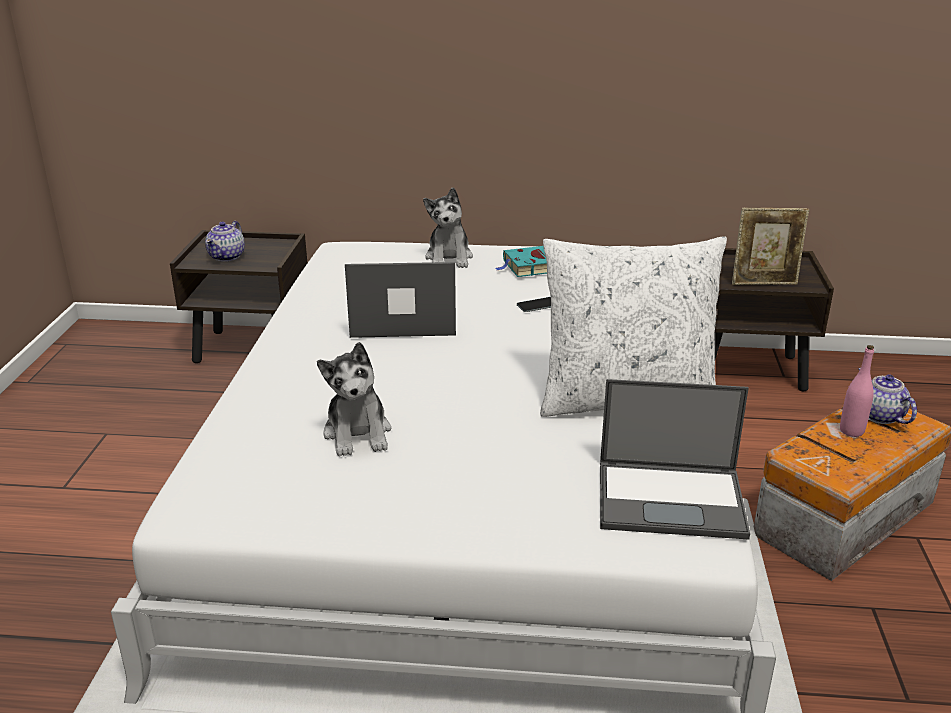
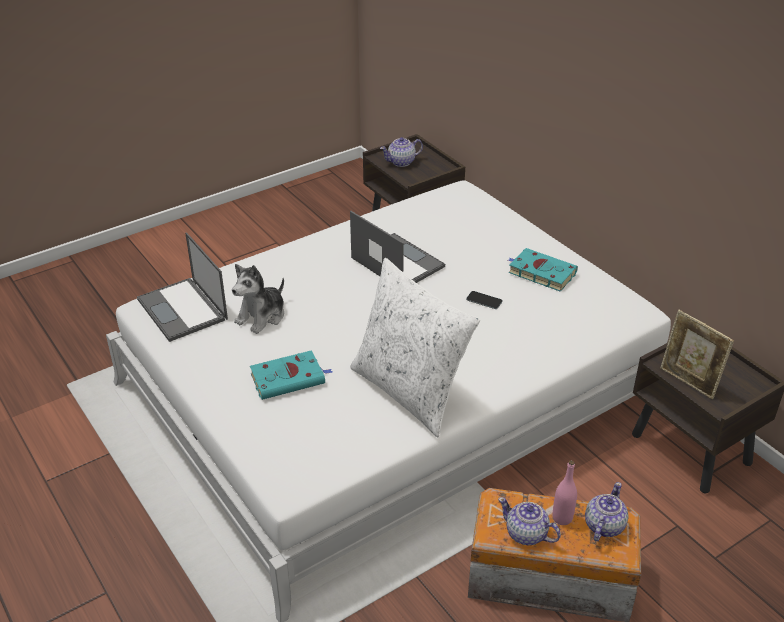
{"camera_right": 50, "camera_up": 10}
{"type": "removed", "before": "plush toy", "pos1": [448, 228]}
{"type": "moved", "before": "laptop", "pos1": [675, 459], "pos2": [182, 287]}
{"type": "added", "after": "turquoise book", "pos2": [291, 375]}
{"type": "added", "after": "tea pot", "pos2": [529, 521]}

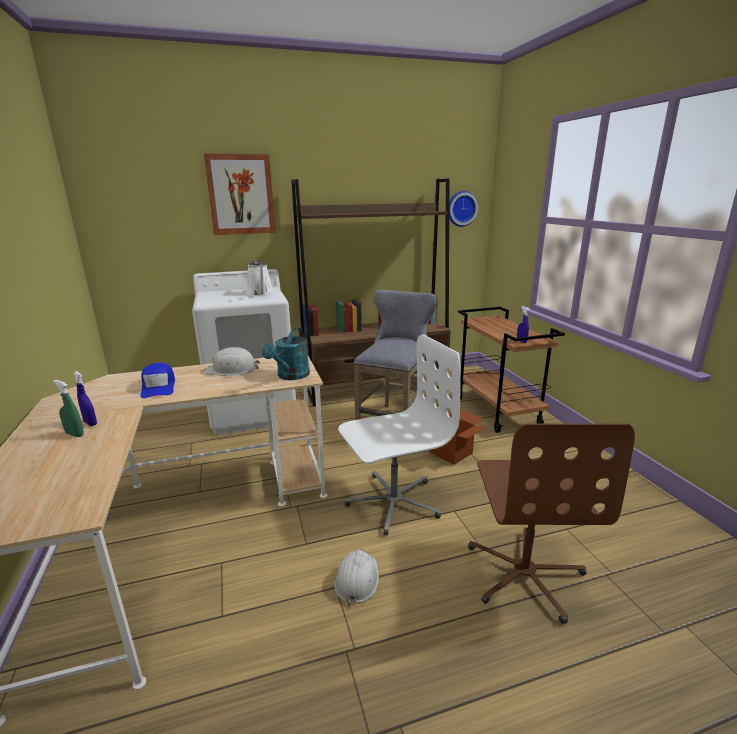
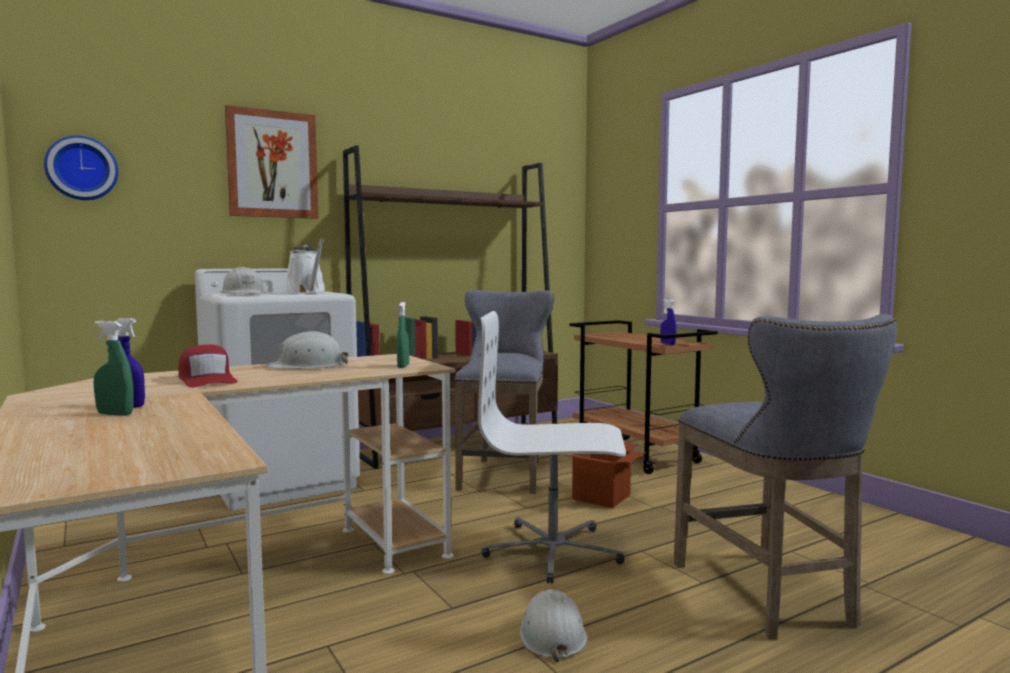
{"camera_right": -15, "camera_up": -15}
{"type": "recoloured", "before": "bluish baseball cap", "after": "reddish baseball cap", "pos1": [157, 380], "pos2": [208, 365]}
{"type": "replaced", "before": "turquoise watering can", "after": "green sprayer", "pos1": [286, 353], "pos2": [403, 335]}
{"type": "turned", "before": "whitish desk chair", "pos1": [399, 434], "pos2": [552, 447], "turn": -135}
{"type": "moved", "before": "hanging clock", "pos1": [463, 209], "pos2": [81, 168]}
{"type": "replaced", "before": "brown desk chair", "after": "gray sitting stool", "pos1": [551, 523], "pos2": [785, 477]}
{"type": "added", "after": "whitish work helmet", "pos2": [243, 280]}

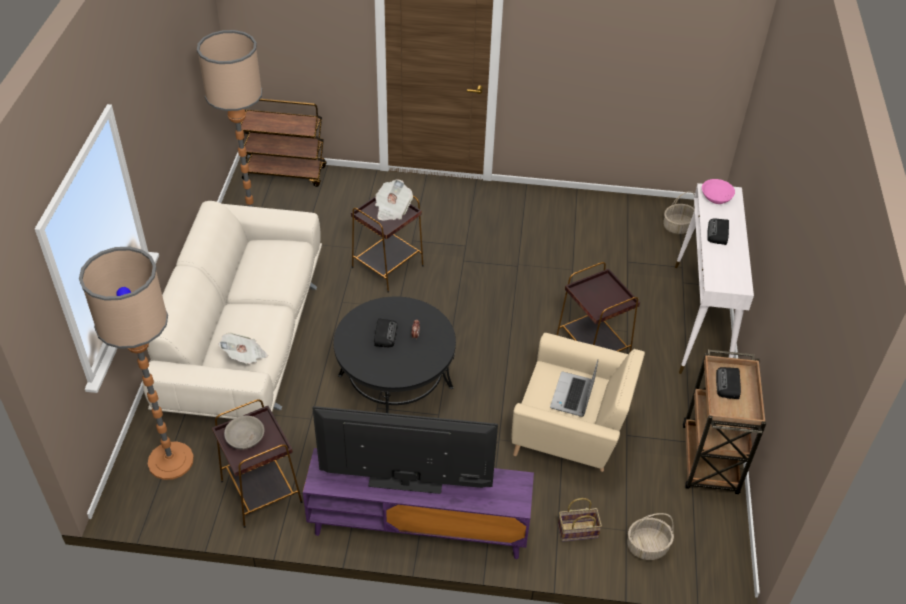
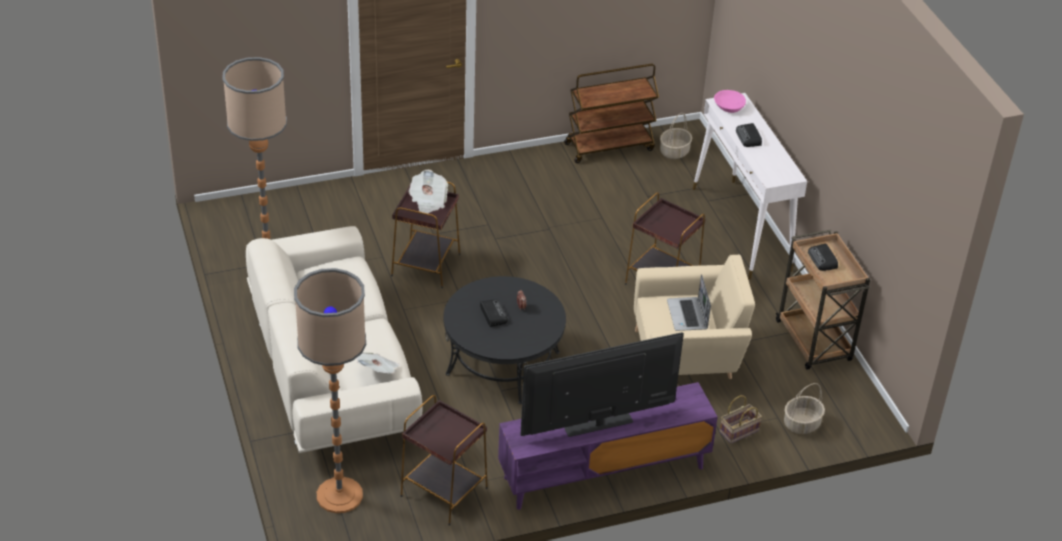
{"camera_right": -25, "camera_up": -5}
{"type": "removed", "before": "gray bowl", "pos1": [244, 433]}
{"type": "moved", "before": "brown trolley", "pos1": [283, 143], "pos2": [611, 113]}

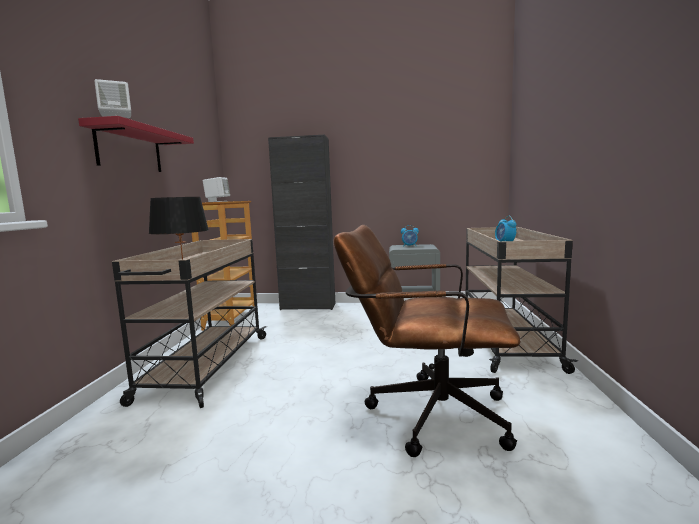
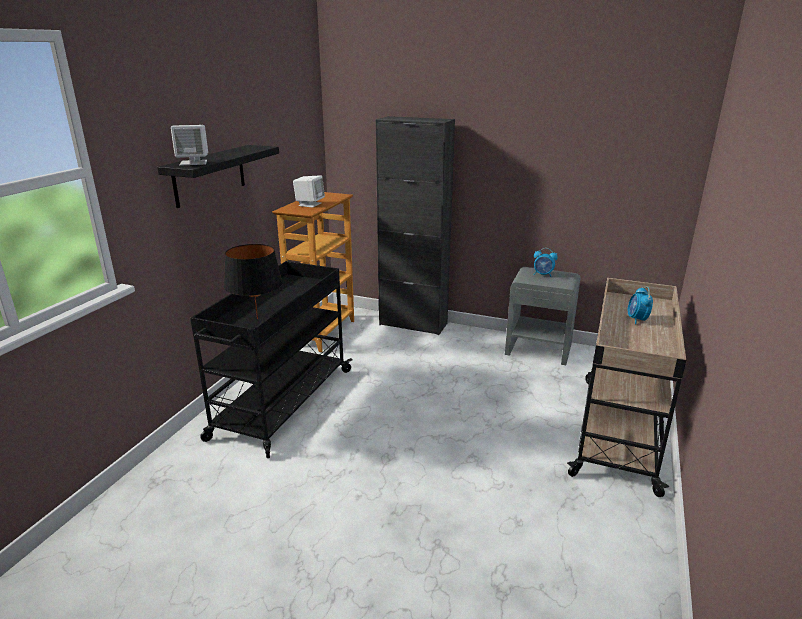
{"camera_right": 15, "camera_up": 15}
{"type": "recoloured", "before": "reddish shelf", "after": "blackish shelf", "pos1": [136, 144], "pos2": [218, 176]}
{"type": "recoloured", "before": "beige trolley", "after": "blackish trolley", "pos1": [189, 323], "pos2": [271, 359]}
{"type": "removed", "before": "brown desk chair", "pos1": [427, 341]}

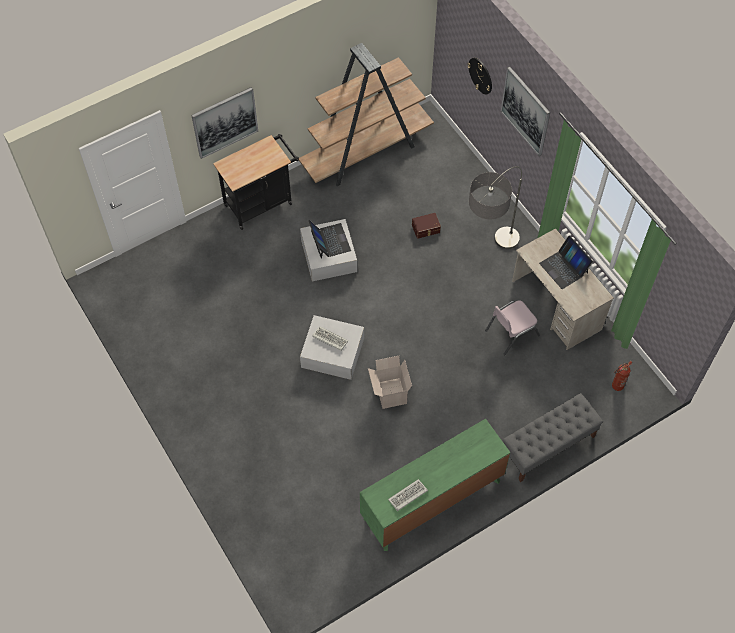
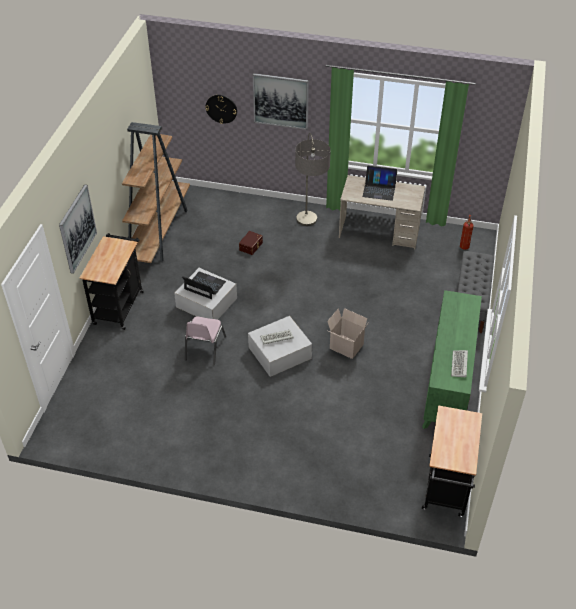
{"camera_right": -45, "camera_up": -15}
{"type": "moved", "before": "pinkish plain chair", "pos1": [512, 327], "pos2": [205, 341]}
{"type": "added", "after": "blackish trolley", "pos2": [452, 461]}

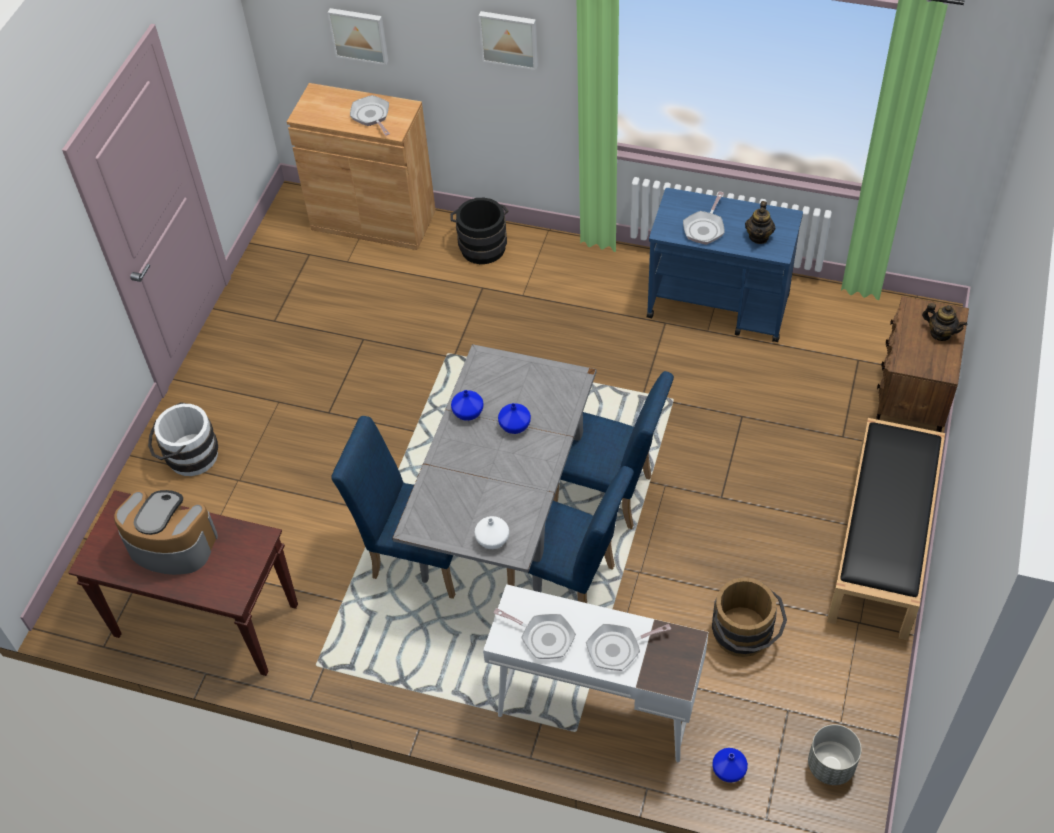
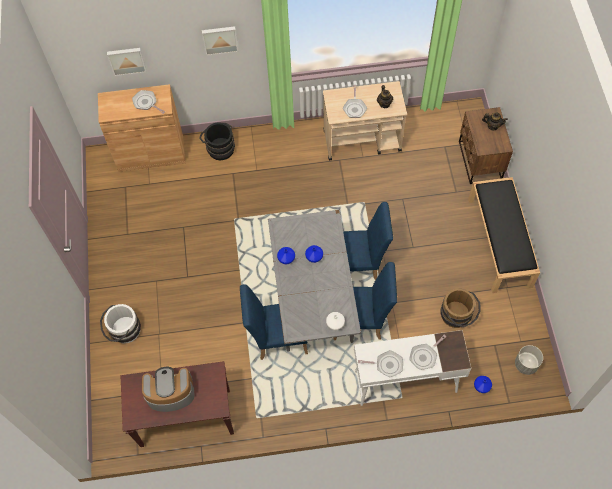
{"camera_right": -25, "camera_up": 10}
{"type": "recoloured", "before": "bluish trolley", "after": "beige trolley", "pos1": [725, 265], "pos2": [365, 120]}

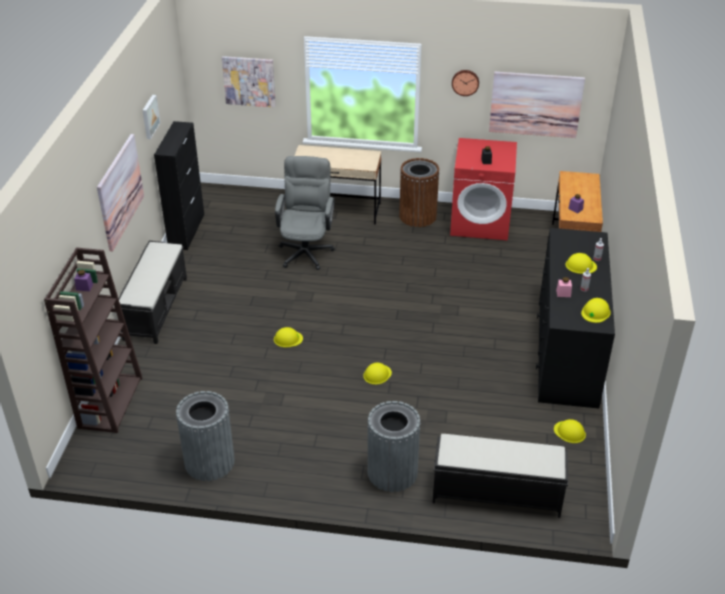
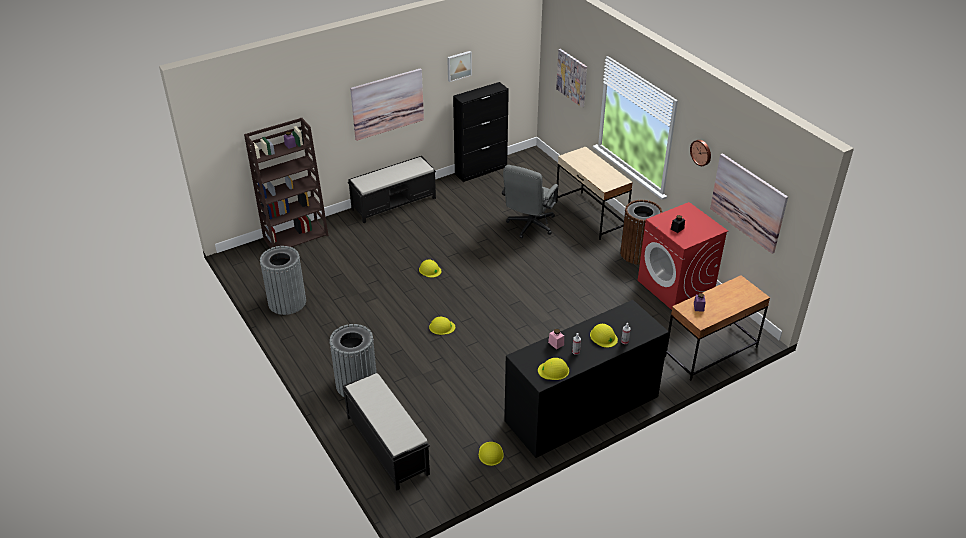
{"camera_right": 50, "camera_up": 0}
{"type": "turned", "before": "gray desk chair", "pos1": [305, 213], "pos2": [530, 201], "turn": 150}

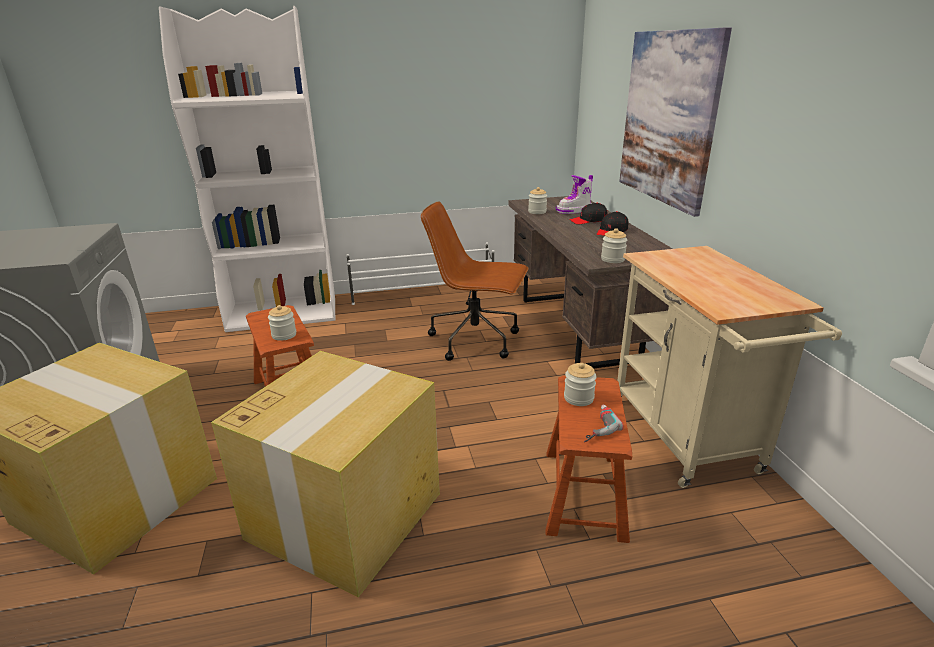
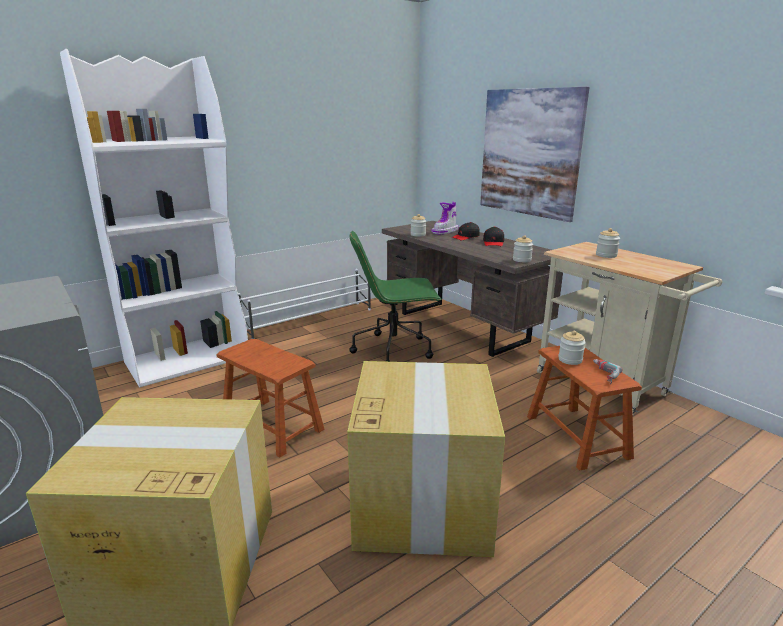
{"camera_right": -25, "camera_up": -5}
{"type": "moved", "before": "storage jar", "pos1": [282, 323], "pos2": [608, 243]}
{"type": "recoloured", "before": "brown desk chair", "after": "green desk chair", "pos1": [475, 281], "pos2": [396, 296]}

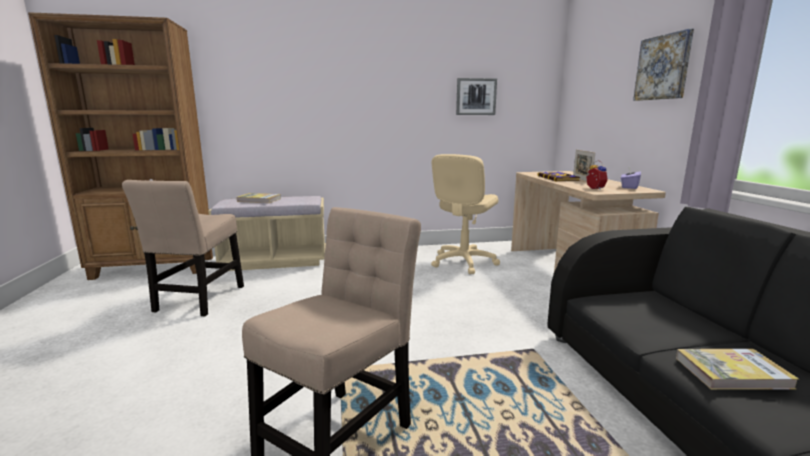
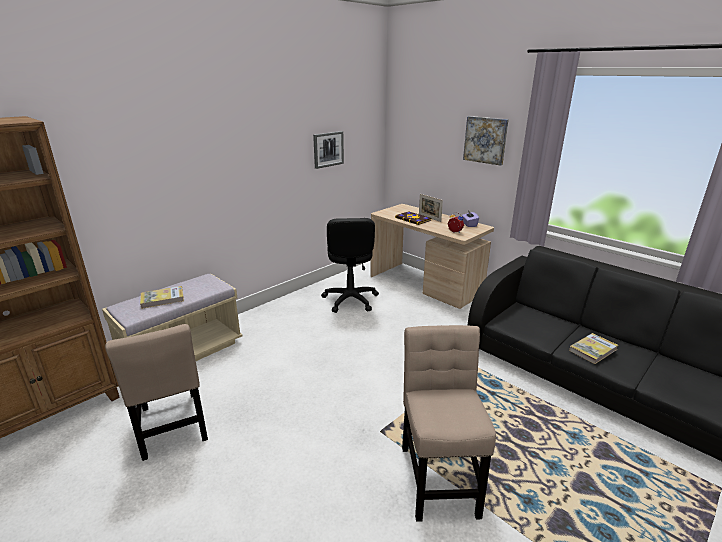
{"camera_right": -35, "camera_up": 10}
{"type": "recoloured", "before": "beige desk chair", "after": "blackish desk chair", "pos1": [465, 214], "pos2": [350, 265]}

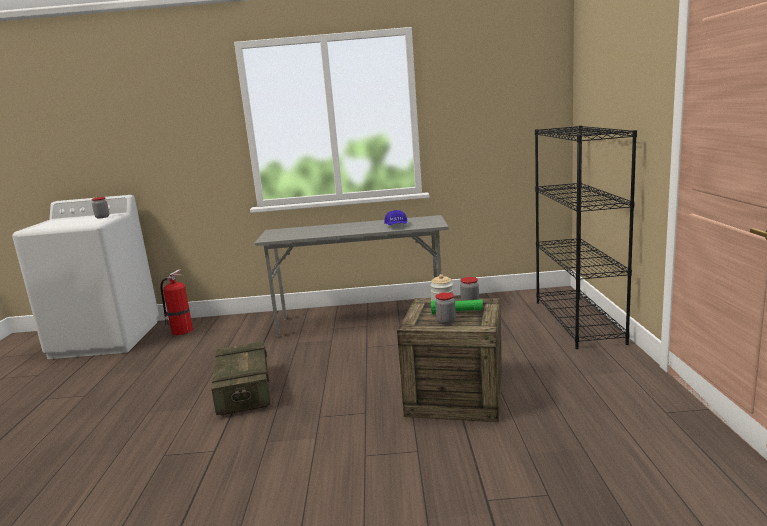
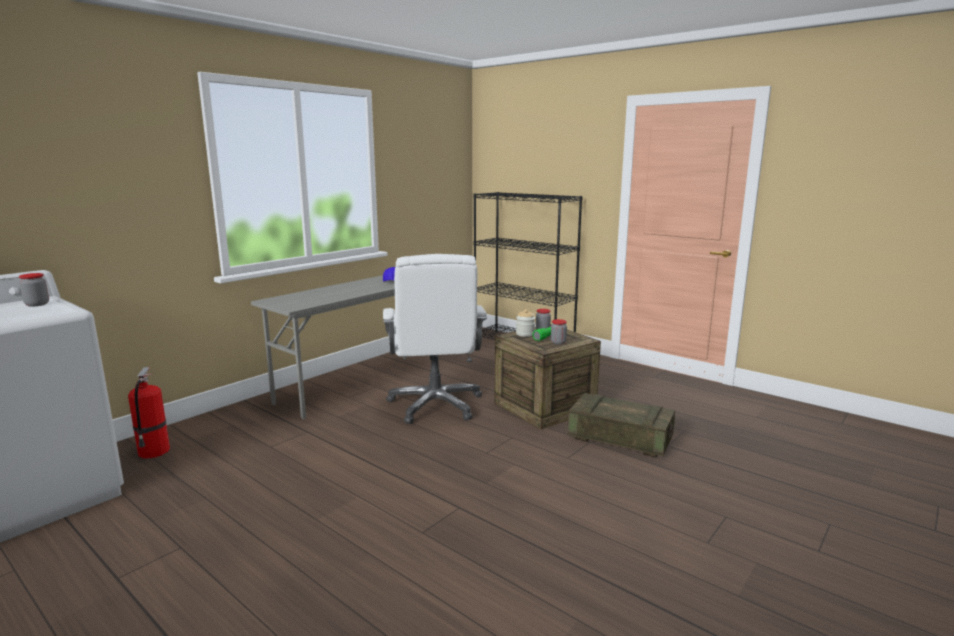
{"camera_right": -50, "camera_up": 0}
{"type": "moved", "before": "crate", "pos1": [241, 378], "pos2": [621, 425]}
{"type": "added", "after": "whitish desk chair", "pos2": [435, 339]}

